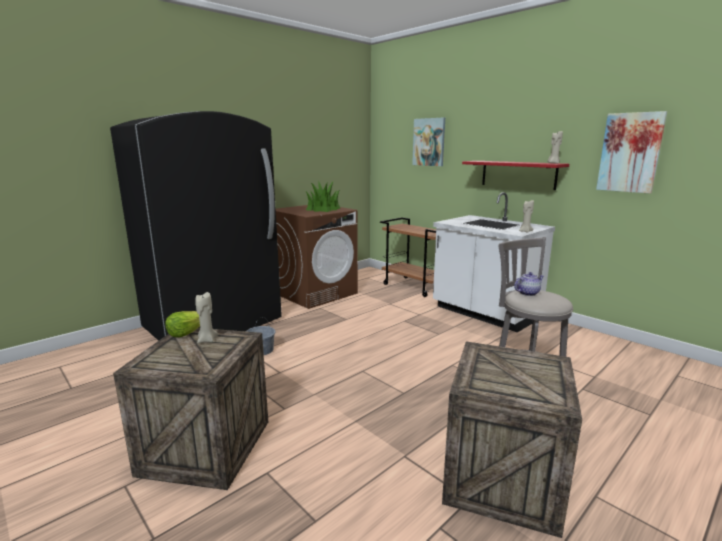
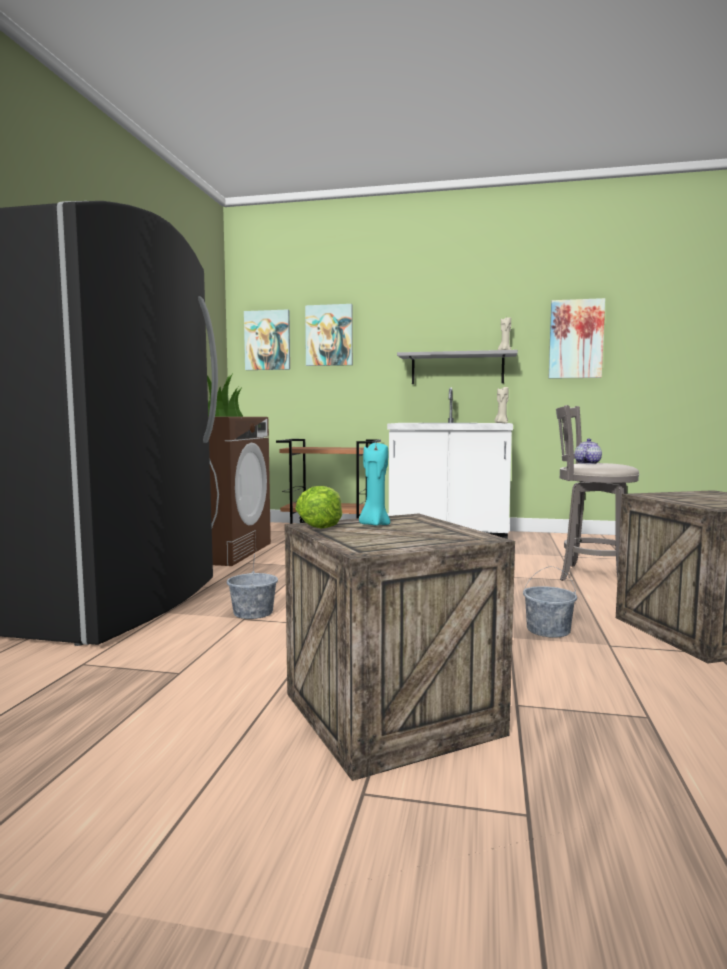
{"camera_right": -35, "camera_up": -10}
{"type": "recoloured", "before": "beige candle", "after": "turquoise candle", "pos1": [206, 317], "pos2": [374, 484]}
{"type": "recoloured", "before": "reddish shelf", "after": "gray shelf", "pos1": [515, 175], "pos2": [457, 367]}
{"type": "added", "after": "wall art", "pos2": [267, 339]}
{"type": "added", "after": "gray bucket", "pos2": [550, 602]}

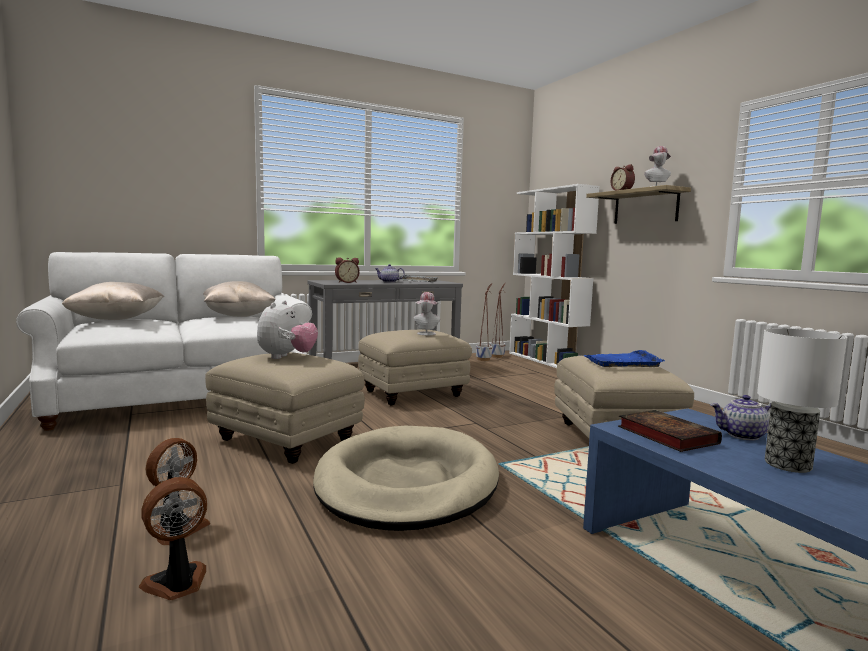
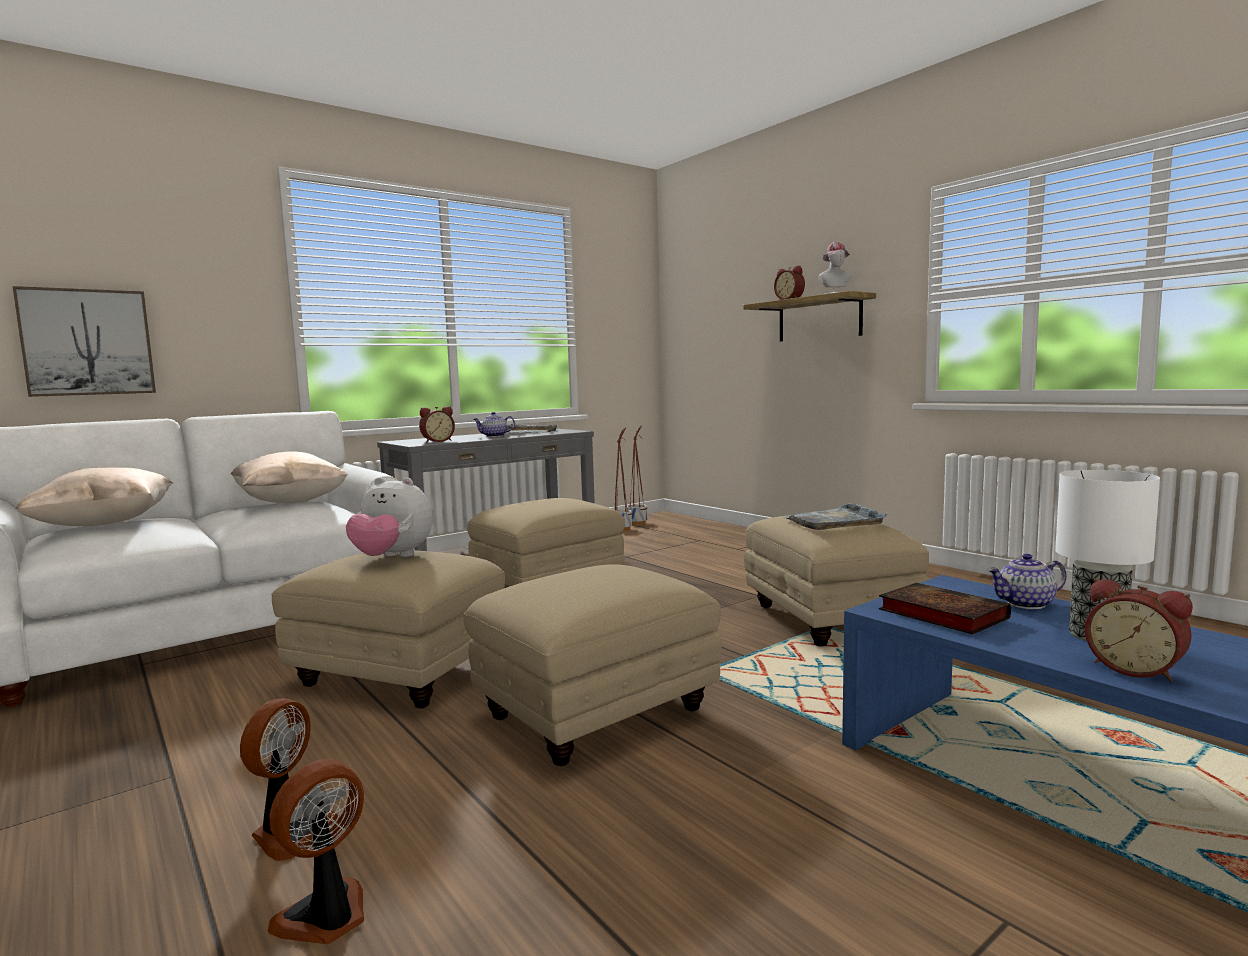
{"camera_right": -10, "camera_up": 0}
{"type": "turned", "before": "plush toy", "pos1": [287, 329], "pos2": [389, 517], "turn": 105}
{"type": "replaced", "before": "beige dog cushion", "after": "beige footrest", "pos1": [406, 478], "pos2": [593, 665]}
{"type": "removed", "before": "wearable hat", "pos1": [427, 313]}
{"type": "removed", "before": "whitish bookshelf", "pos1": [554, 276]}
{"type": "recoloured", "before": "bluish serving tray", "after": "gray serving tray", "pos1": [624, 358], "pos2": [835, 516]}
{"type": "added", "after": "wall art", "pos2": [84, 341]}
{"type": "added", "after": "bedside clock", "pos2": [1139, 630]}

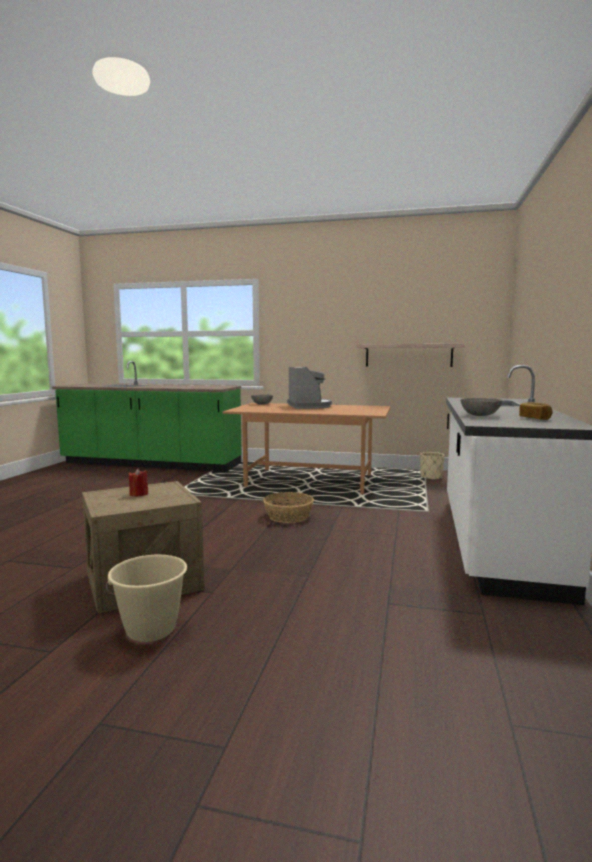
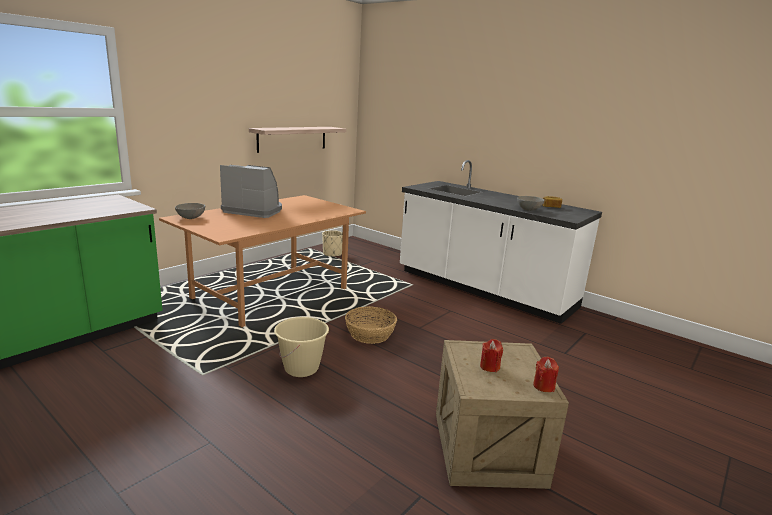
{"camera_right": -65, "camera_up": 10}
{"type": "moved", "before": "beige bucket", "pos1": [146, 598], "pos2": [301, 347]}
{"type": "added", "after": "reddish candle", "pos2": [546, 374]}

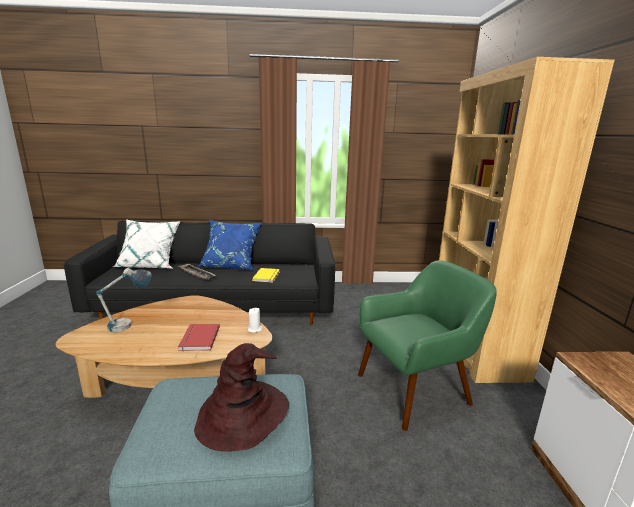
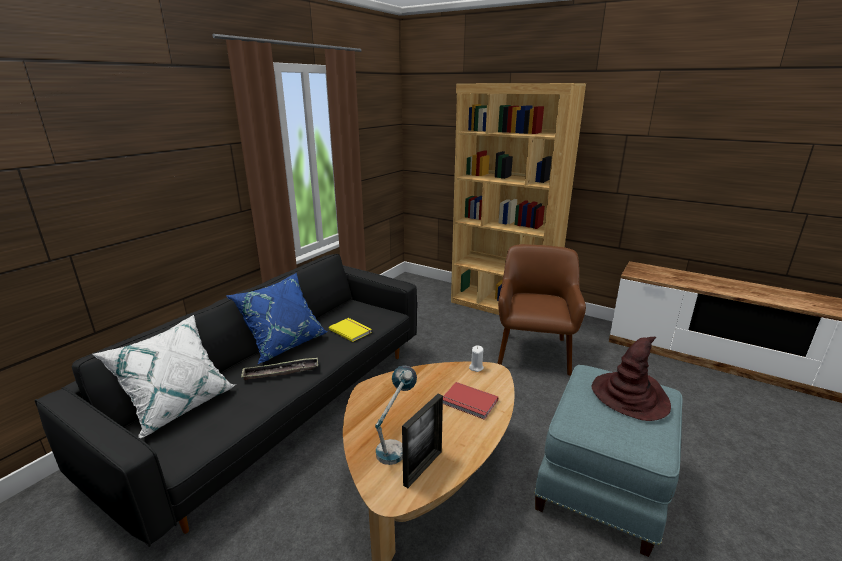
{"camera_right": -55, "camera_up": 5}
{"type": "recoloured", "before": "green easy chair", "after": "brown easy chair", "pos1": [427, 345], "pos2": [541, 310]}
{"type": "added", "after": "picture frame", "pos2": [422, 441]}

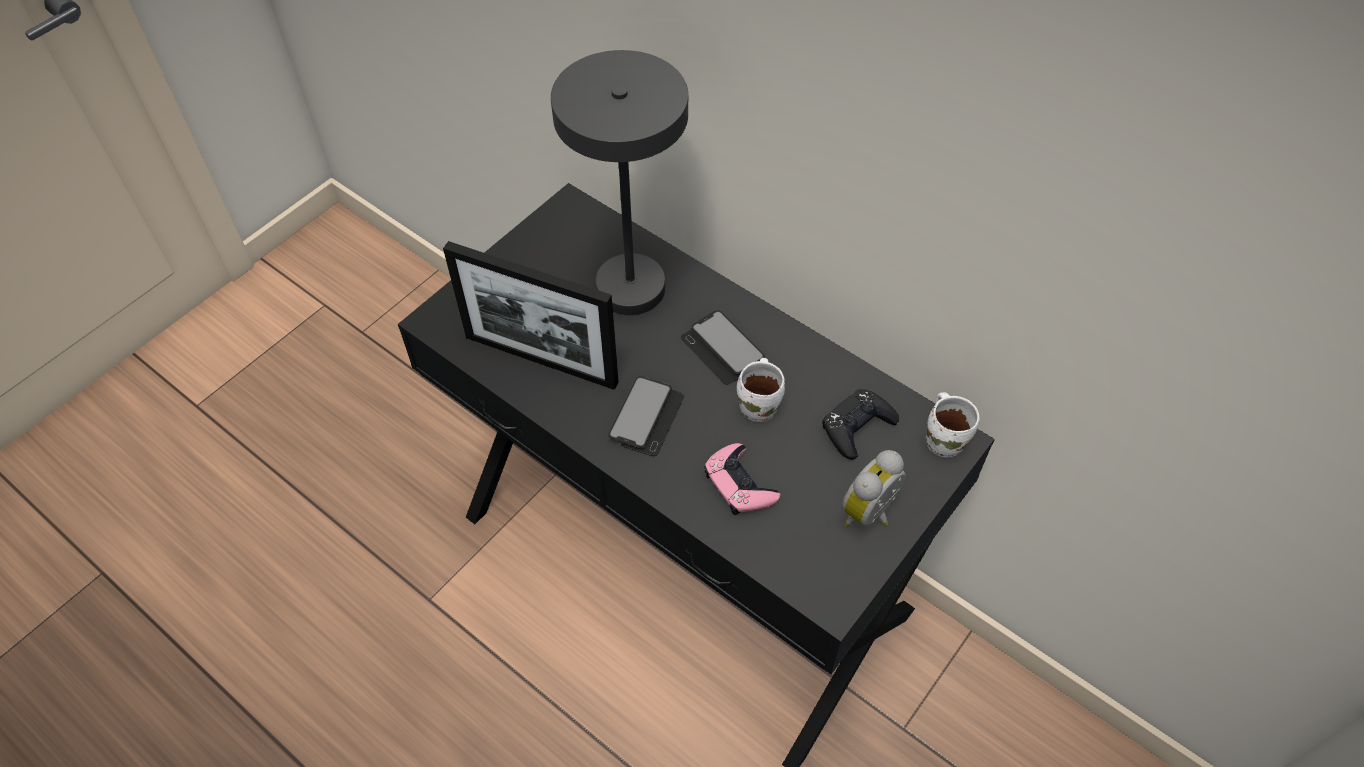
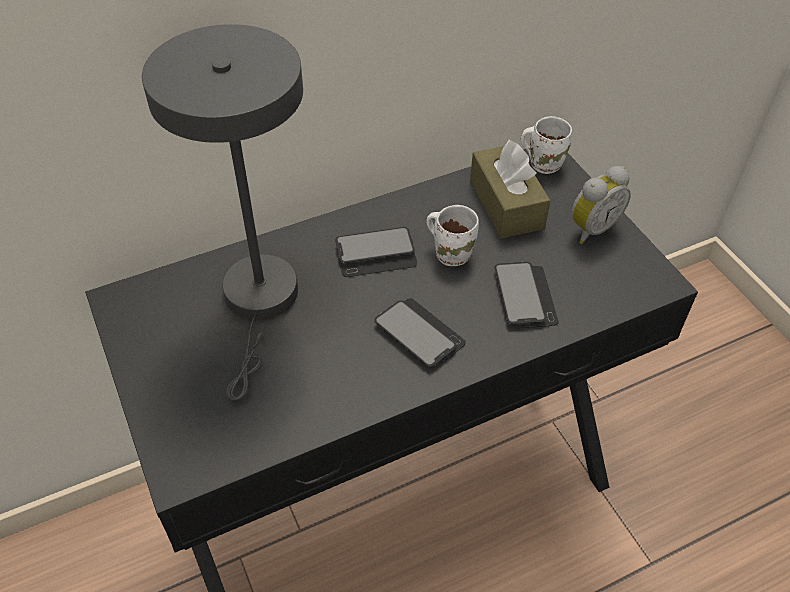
{"camera_right": -65, "camera_up": -5}
{"type": "removed", "before": "picture frame", "pos1": [531, 315]}
{"type": "replaced", "before": "pinkish joypad", "after": "phone", "pos1": [742, 479], "pos2": [527, 295]}
{"type": "replaced", "before": "blackish joypad", "after": "brown box of tissues", "pos1": [860, 424], "pos2": [510, 189]}
{"type": "turned", "before": "bedside clock", "pos1": [874, 488], "pos2": [601, 205], "turn": -105}

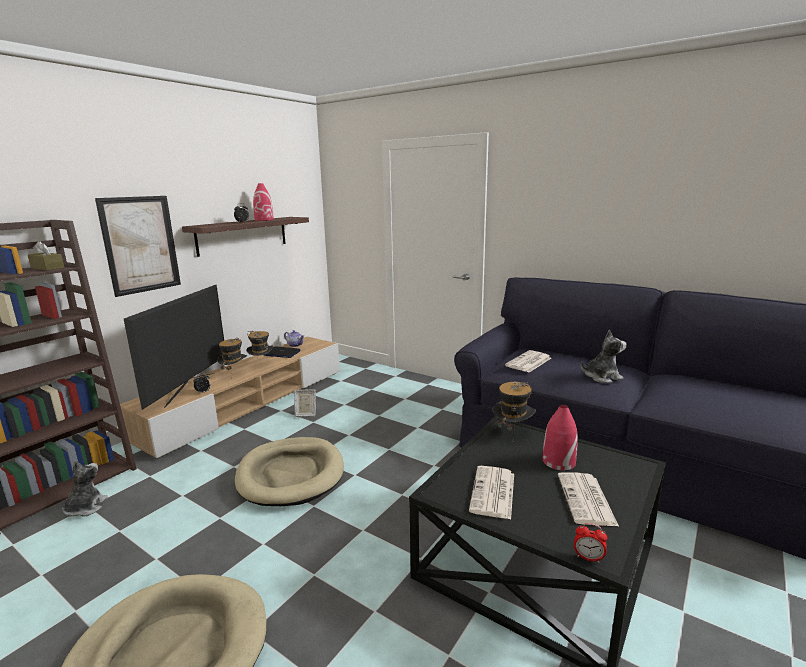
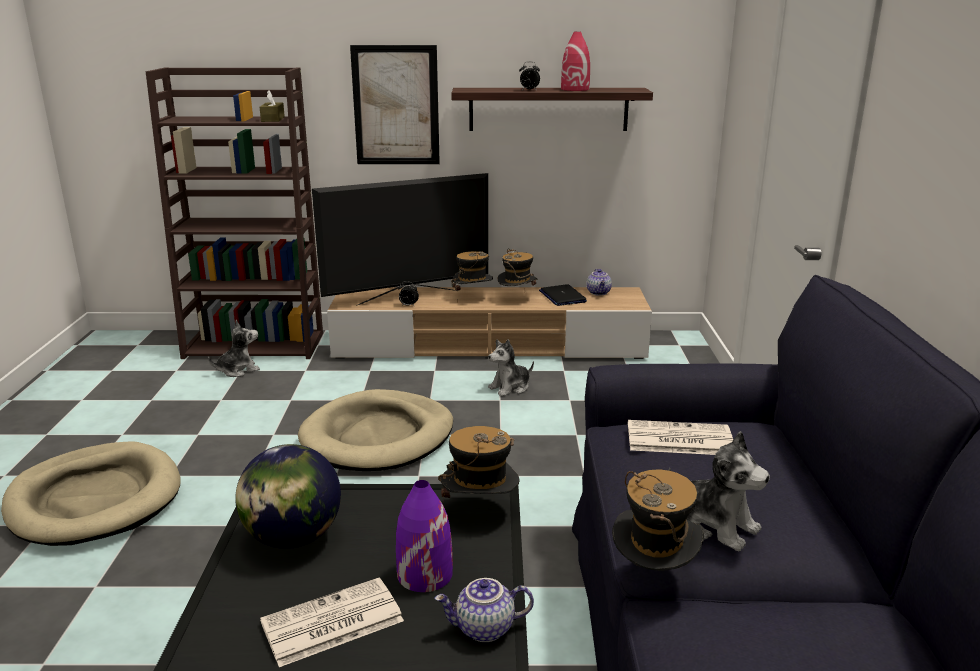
{"camera_right": 55, "camera_up": 5}
{"type": "replaced", "before": "picture frame", "after": "plush toy", "pos1": [305, 403], "pos2": [511, 368]}
{"type": "replaced", "before": "printed paper", "after": "desk globe", "pos1": [491, 492], "pos2": [288, 496]}
{"type": "recoloured", "before": "reddish vase", "after": "purple vase", "pos1": [560, 437], "pos2": [424, 536]}
{"type": "removed", "before": "bedside clock", "pos1": [590, 543]}
{"type": "added", "after": "tea pot", "pos2": [484, 610]}
{"type": "added", "after": "wearable hat", "pos2": [658, 520]}

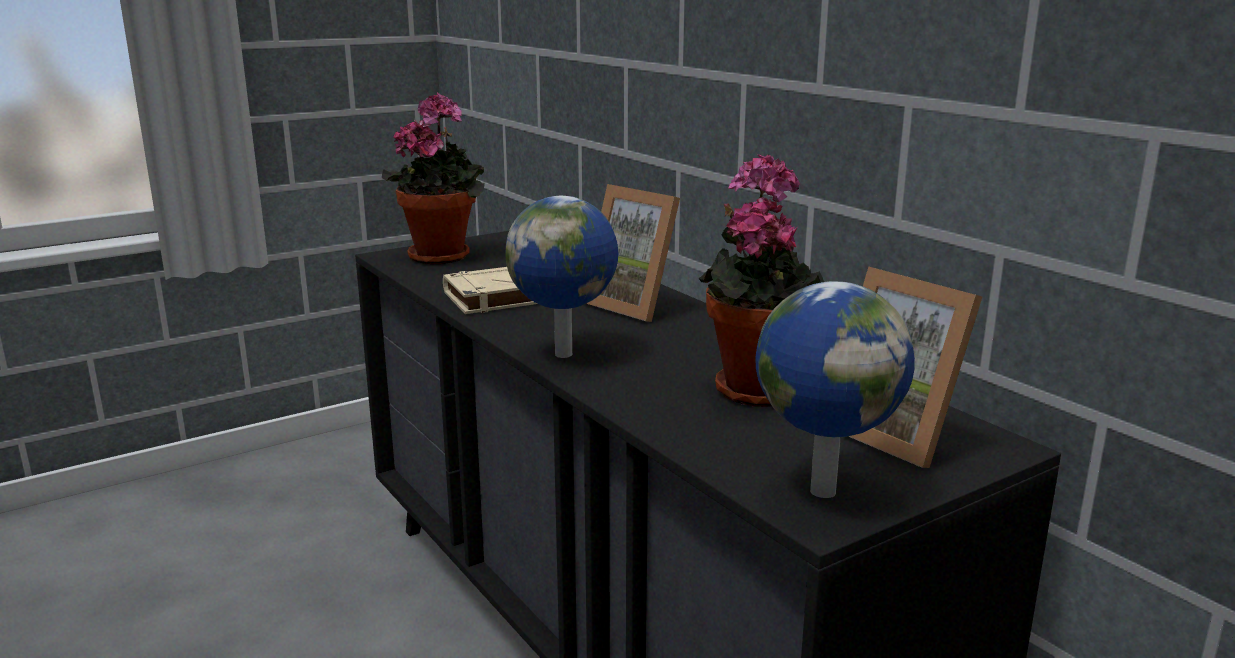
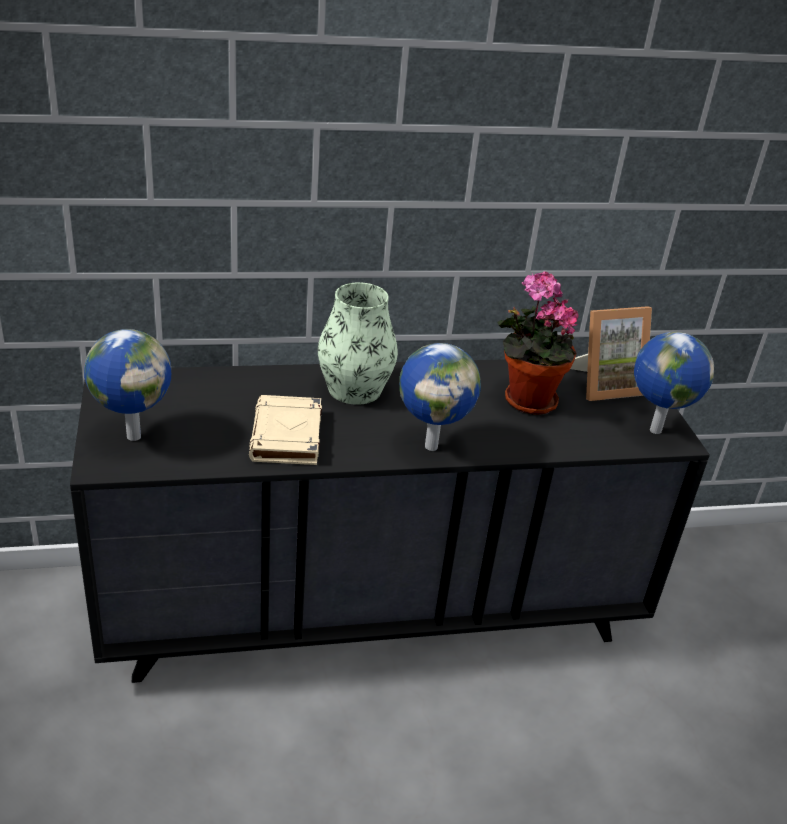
{"camera_right": -70, "camera_up": 15}
{"type": "replaced", "before": "houseplant", "after": "desk globe", "pos1": [433, 178], "pos2": [127, 385]}
{"type": "replaced", "before": "picture frame", "after": "vase", "pos1": [633, 253], "pos2": [358, 343]}

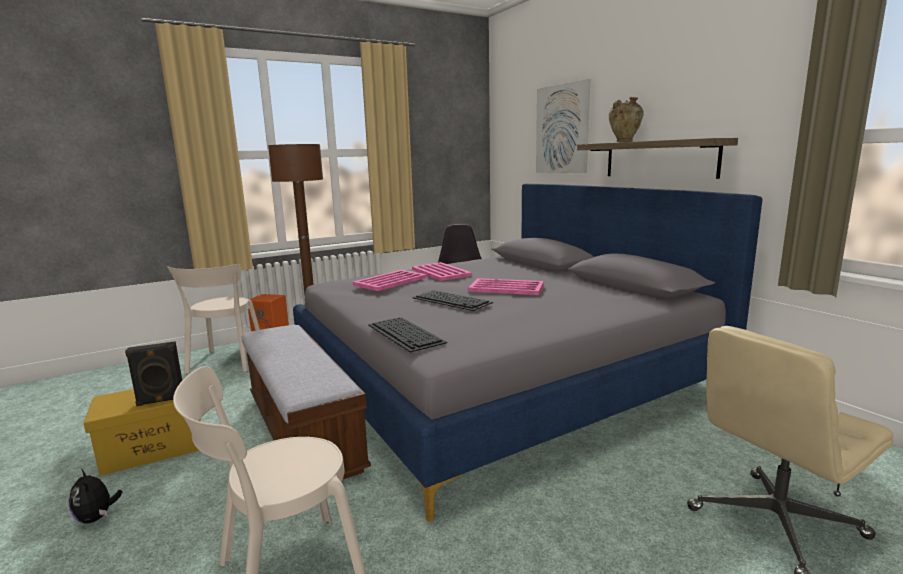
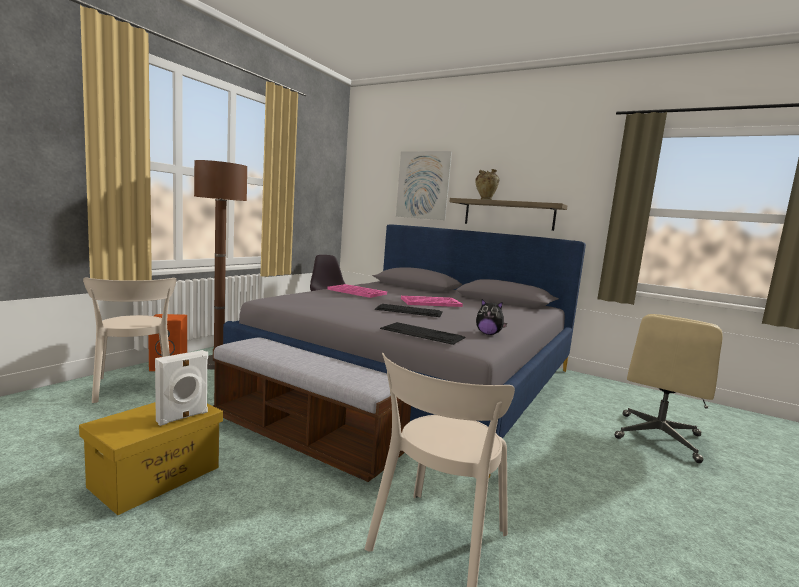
{"camera_right": -30, "camera_up": -5}
{"type": "moved", "before": "plush toy", "pos1": [95, 496], "pos2": [491, 317]}
{"type": "recoloured", "before": "blackish loudspeaker", "after": "whitish loudspeaker", "pos1": [153, 373], "pos2": [181, 388]}
{"type": "removed", "before": "pinkish serving tray", "pos1": [390, 280]}

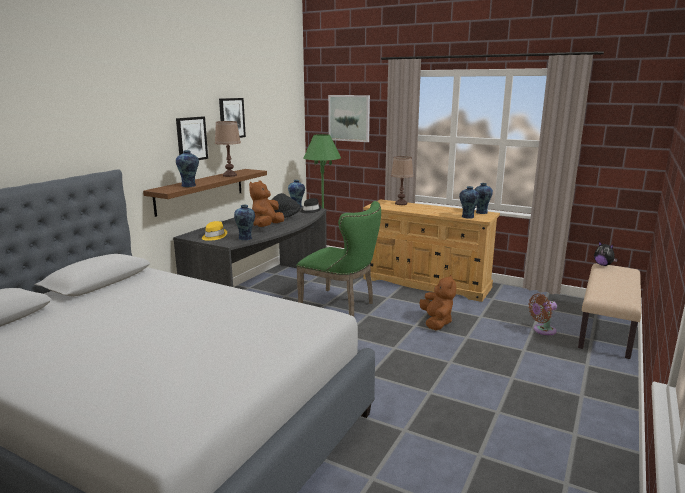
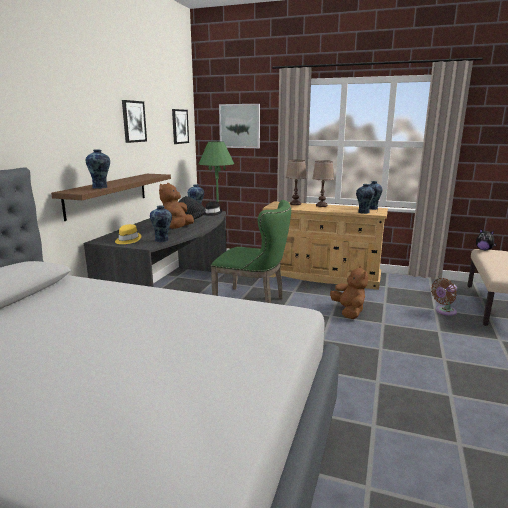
{"camera_right": -10, "camera_up": 0}
{"type": "moved", "before": "wall art", "pos1": [192, 138], "pos2": [180, 126]}
{"type": "moved", "before": "brown lamp for a table", "pos1": [228, 149], "pos2": [323, 183]}

